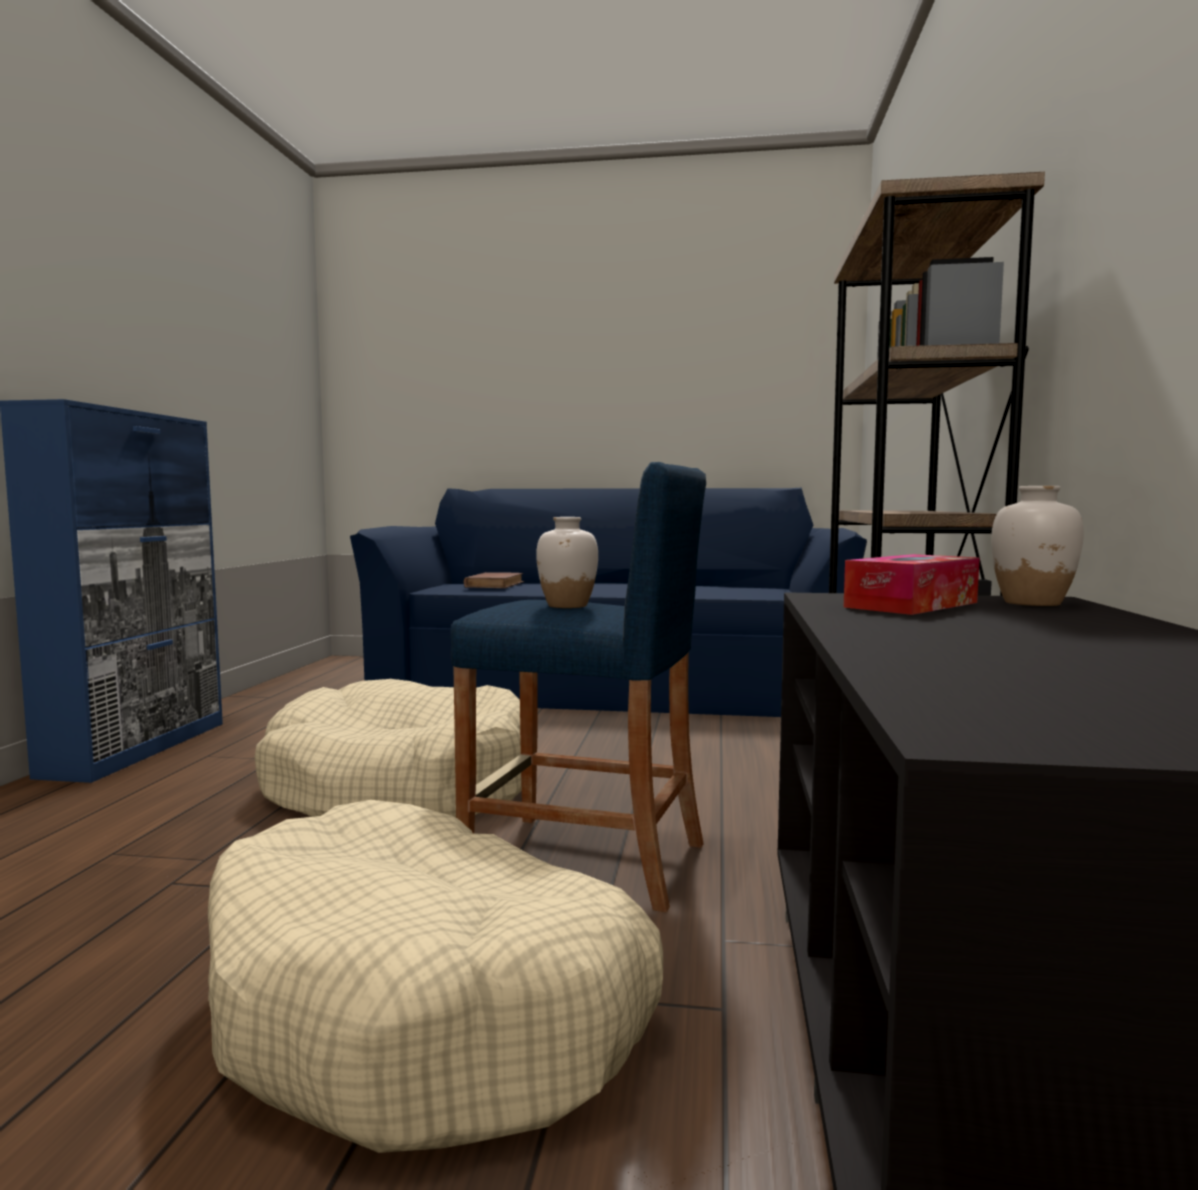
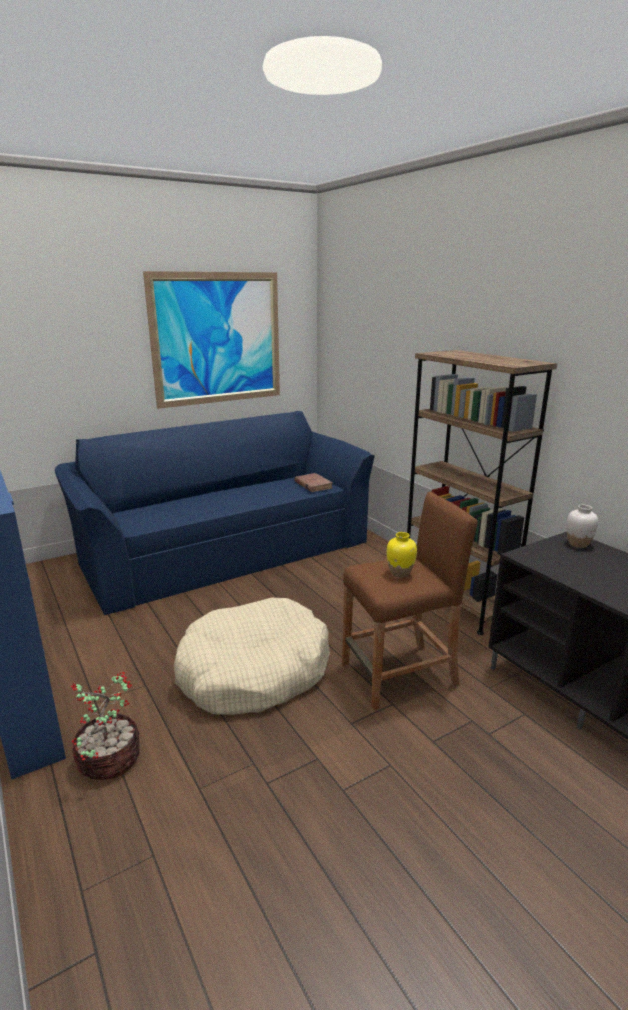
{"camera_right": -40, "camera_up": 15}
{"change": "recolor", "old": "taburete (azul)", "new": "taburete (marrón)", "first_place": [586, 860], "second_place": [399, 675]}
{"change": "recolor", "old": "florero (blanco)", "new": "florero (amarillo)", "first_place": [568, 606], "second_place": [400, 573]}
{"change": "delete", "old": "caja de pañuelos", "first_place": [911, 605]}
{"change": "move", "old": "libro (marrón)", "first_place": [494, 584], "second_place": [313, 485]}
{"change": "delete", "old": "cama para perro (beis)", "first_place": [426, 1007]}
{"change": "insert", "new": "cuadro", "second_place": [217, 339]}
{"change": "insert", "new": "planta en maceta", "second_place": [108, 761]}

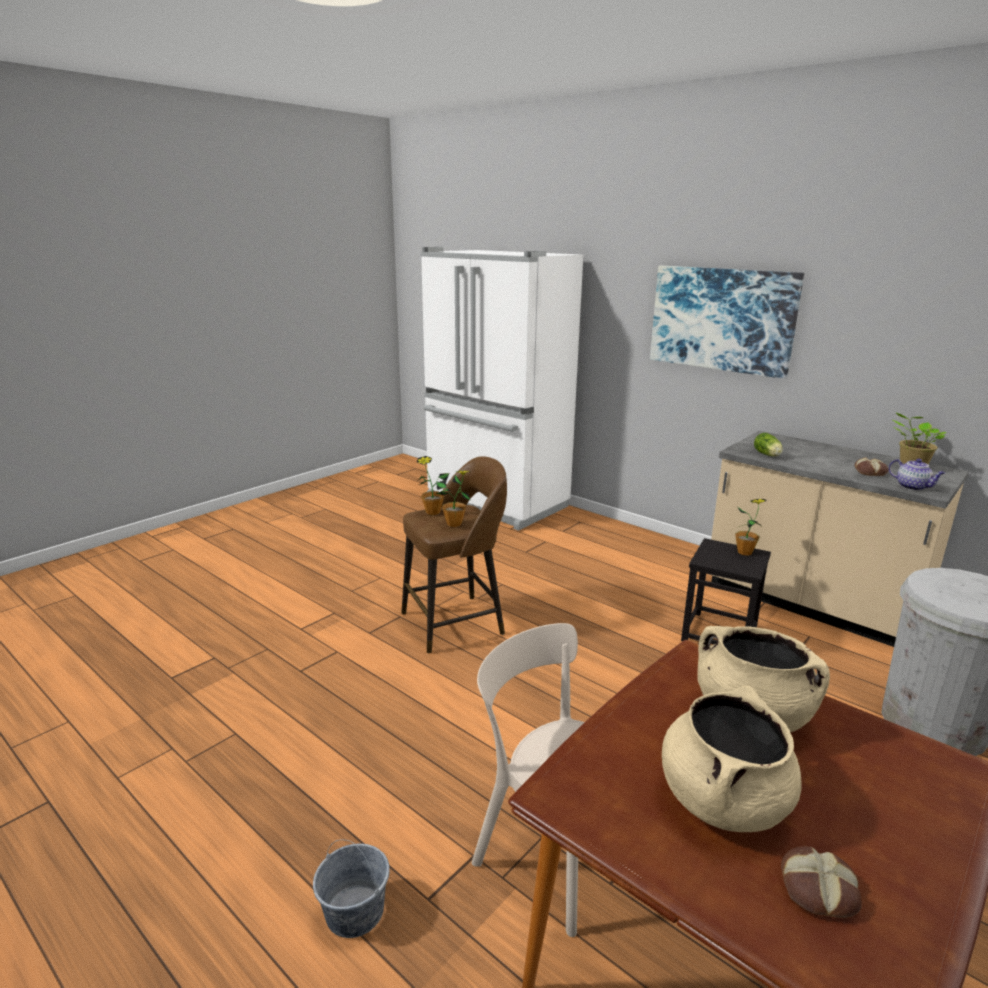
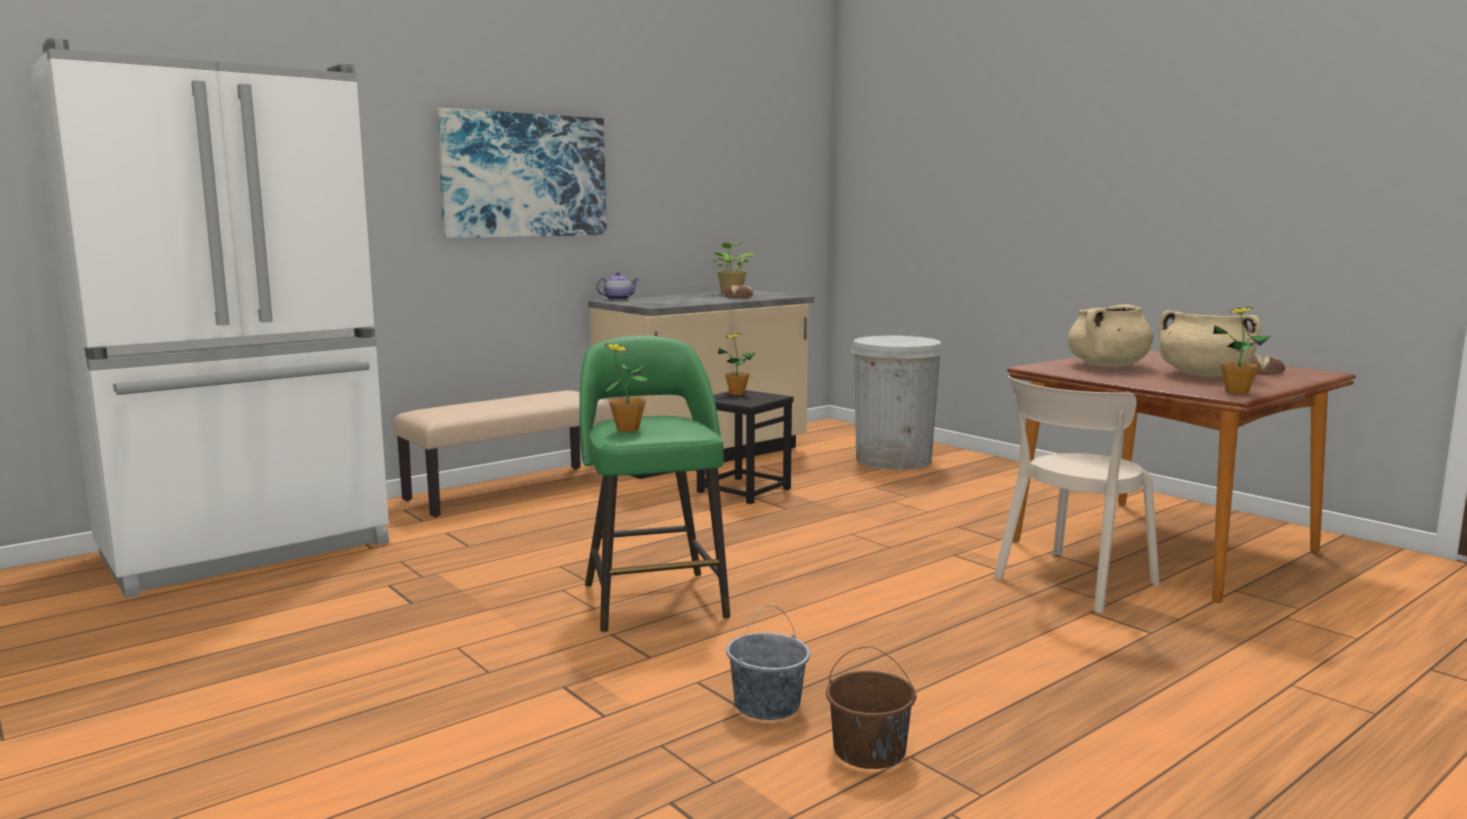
{"camera_right": -80, "camera_up": -10}
{"change": "delete", "old": "lechuga", "first_place": [768, 455]}
{"change": "recolor", "old": "taburete (marrón)", "new": "taburete (verde)", "first_place": [455, 623], "second_place": [654, 599]}
{"change": "move", "old": "tetera", "first_place": [913, 487], "second_place": [618, 299]}
{"change": "move", "old": "planta en maceta", "first_place": [454, 524], "second_place": [1237, 392]}
{"change": "move", "old": "cubo (gris)", "first_place": [354, 911], "second_place": [766, 705]}
{"change": "insert", "new": "banco (beis)", "second_place": [511, 490]}
{"change": "insert", "new": "cubo (marrón)", "second_place": [870, 751]}

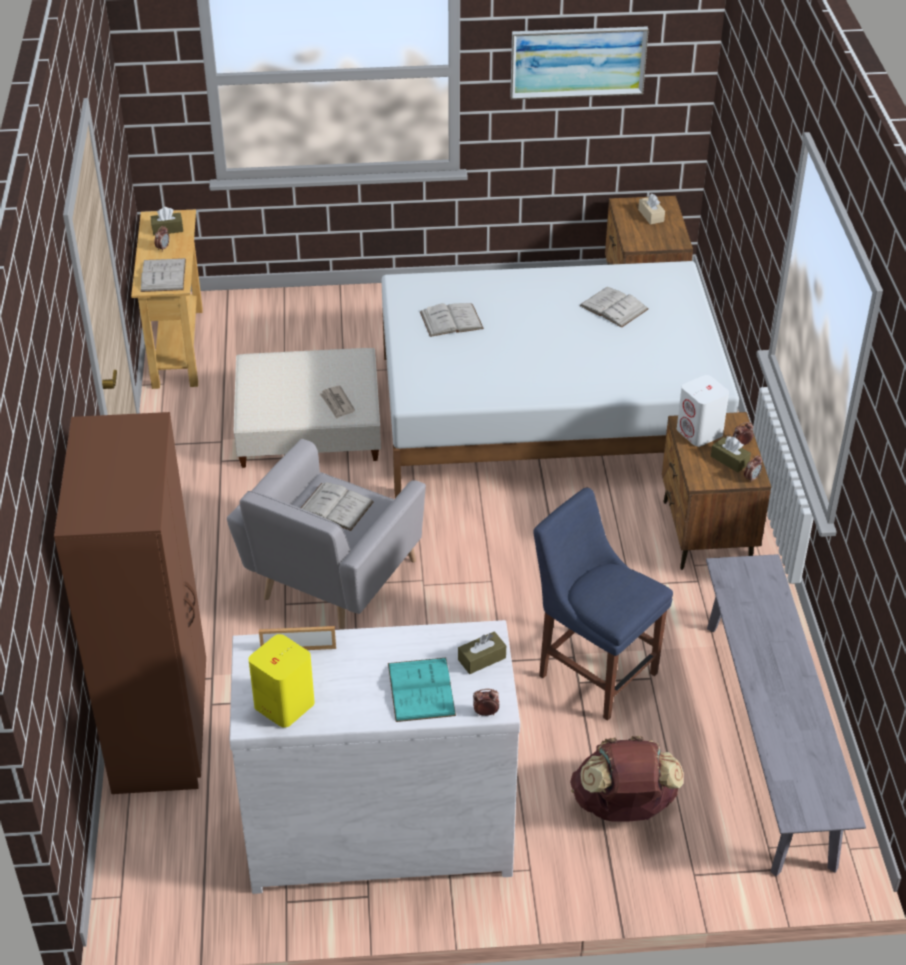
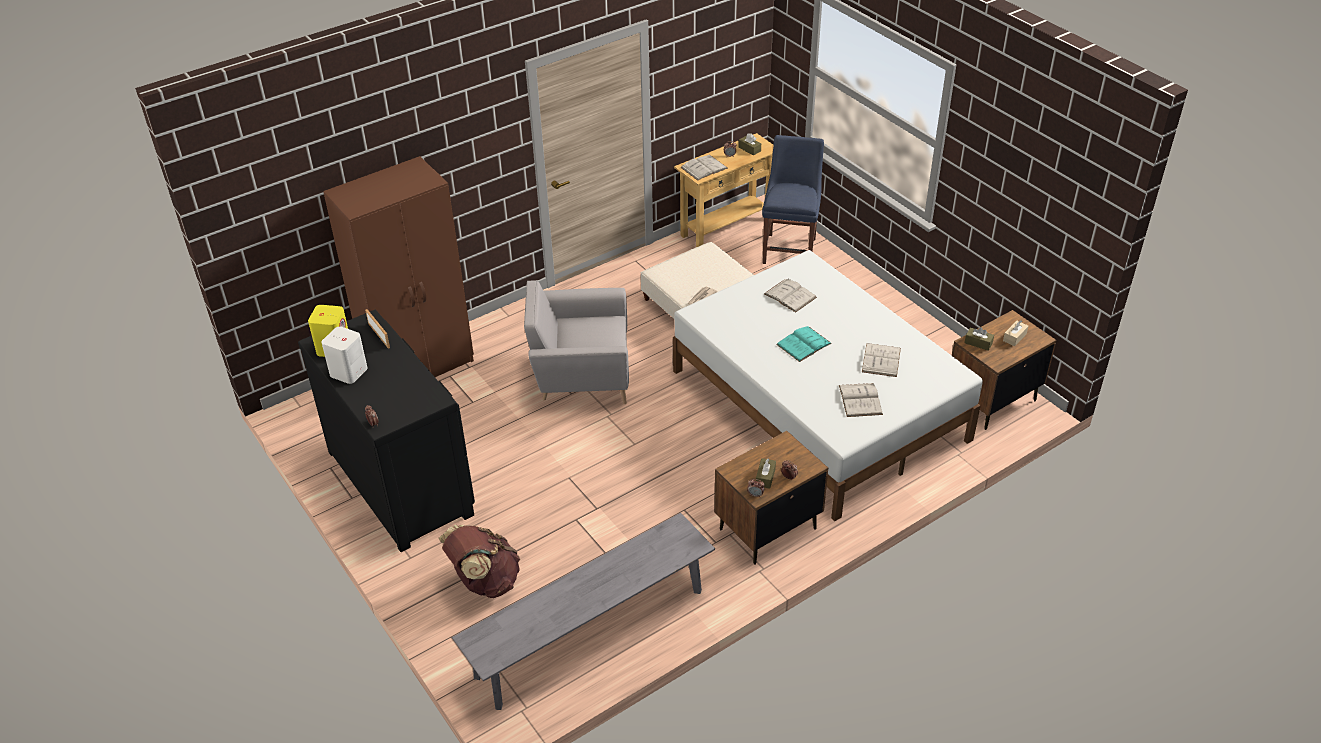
{"camera_right": 60, "camera_up": 0}
{"change": "delete", "old": "cuadro", "first_place": [578, 61]}
{"change": "move", "old": "altavoz (blanco)", "first_place": [700, 432], "second_place": [348, 372]}
{"change": "move", "old": "libro (blanco)", "first_place": [335, 507], "second_place": [860, 400]}
{"change": "move", "old": "silla (azul)", "first_place": [593, 671], "second_place": [790, 249]}
{"change": "recolor", "old": "cómoda (blanco)", "new": "cómoda (negro)", "first_place": [378, 828], "second_place": [402, 481]}
{"change": "move", "old": "caja de pañuelos (marrón)", "first_place": [482, 659], "second_place": [978, 343]}
{"change": "move", "old": "libro (turquesa)", "first_place": [421, 689], "second_place": [803, 344]}

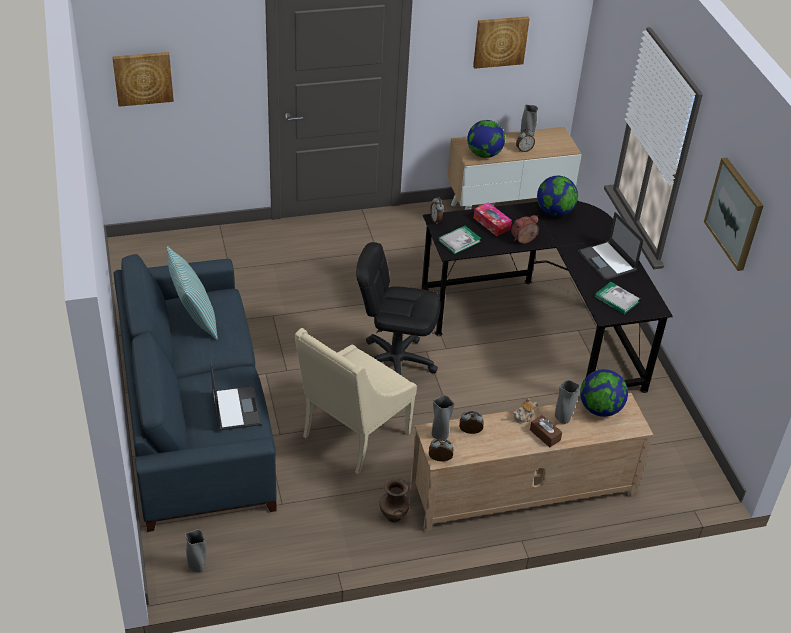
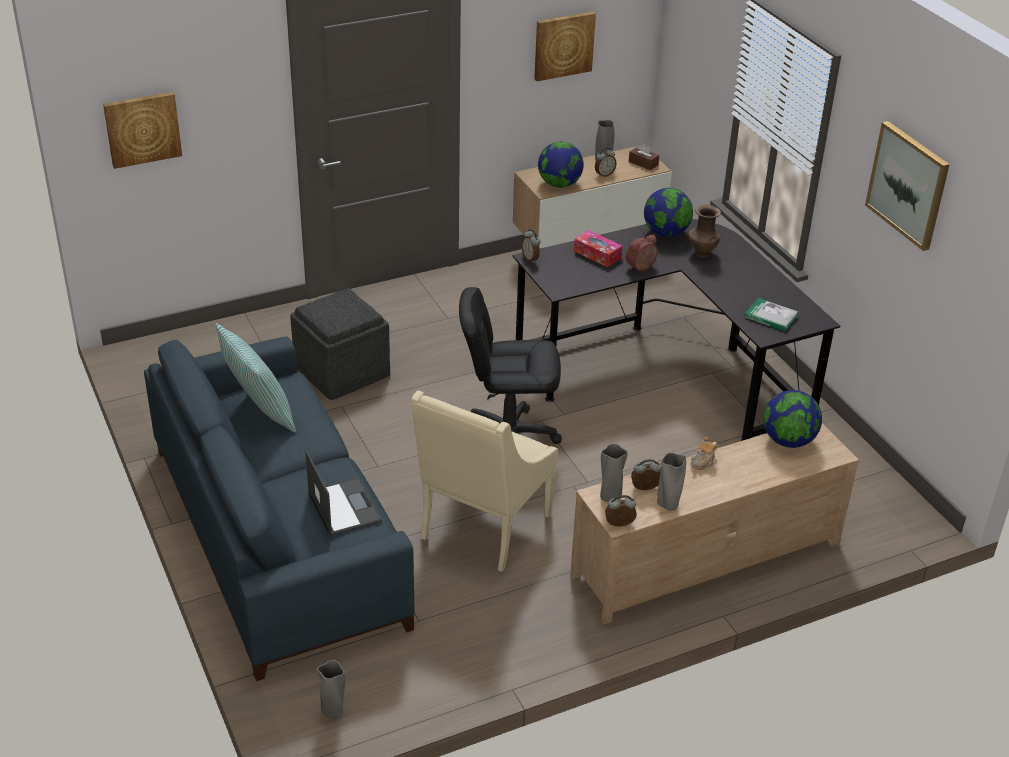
{"camera_right": -10, "camera_up": -5}
{"change": "delete", "old": "portátil", "first_place": [607, 261]}
{"change": "delete", "old": "libro", "first_place": [459, 241]}
{"change": "move", "old": "florero (gris)", "first_place": [562, 419], "second_place": [668, 505]}
{"change": "move", "old": "caja de pañuelos (marrón)", "first_place": [545, 435], "second_place": [643, 163]}
{"change": "move", "old": "florero (marrón)", "first_place": [393, 516], "second_place": [701, 253]}
{"change": "insert", "new": "puf (gris)", "second_place": [341, 371]}

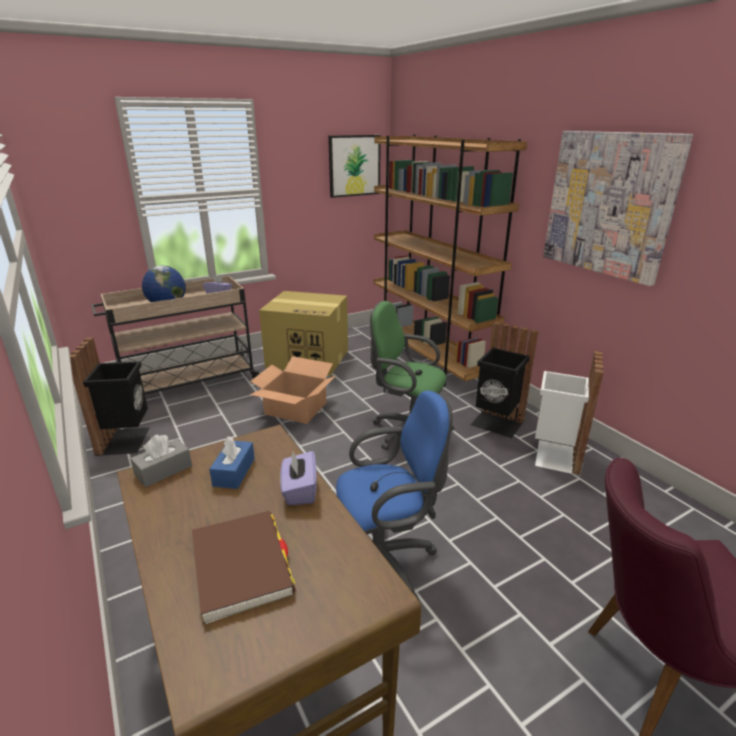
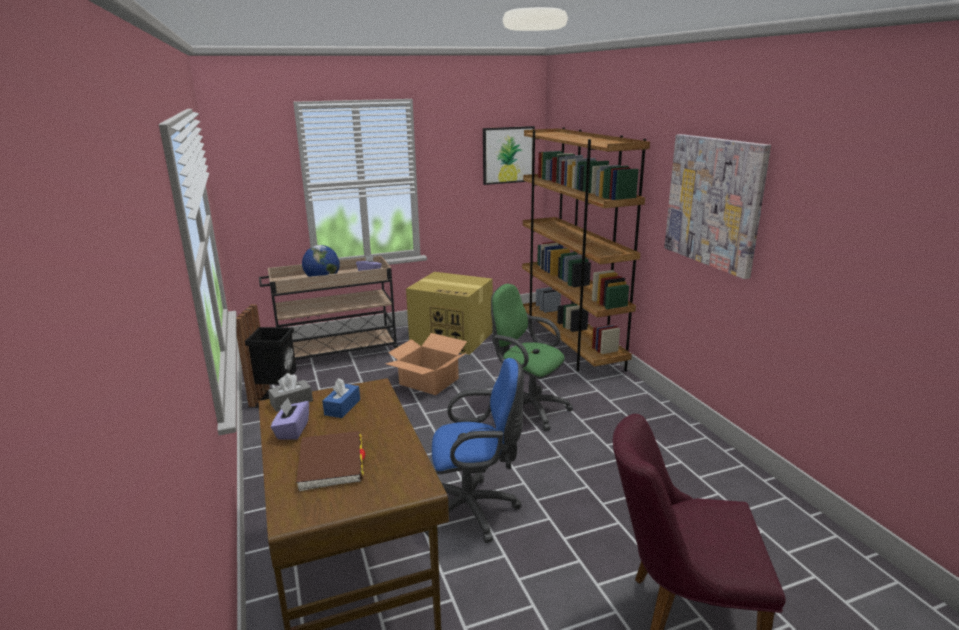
{"camera_right": 10, "camera_up": -5}
{"change": "delete", "old": "papelera (negro)", "first_place": [496, 424]}
{"change": "delete", "old": "papelera (blanco)", "first_place": [555, 456]}
{"change": "move", "old": "caja de pañuelos (morado)", "first_place": [299, 491], "second_place": [292, 430]}

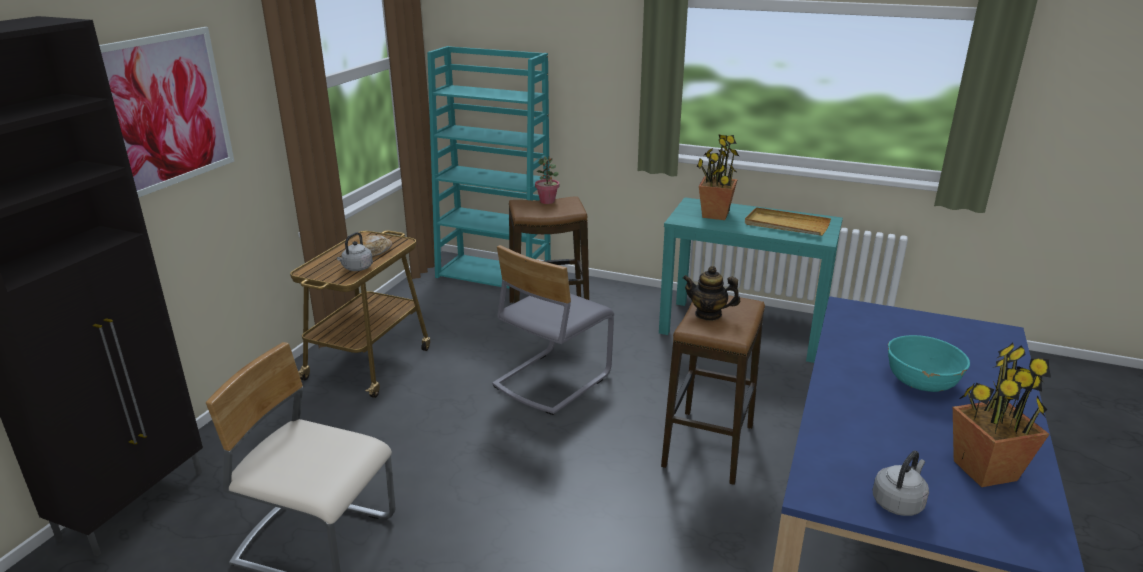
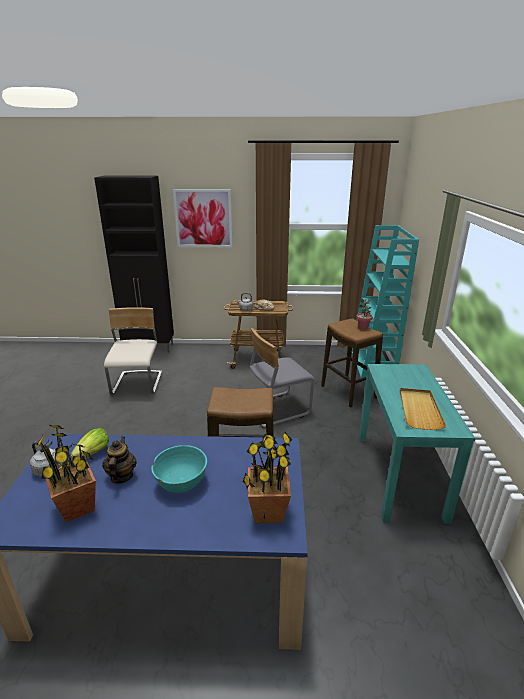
{"camera_right": 70, "camera_up": 0}
{"change": "move", "old": "planta en maceta", "first_place": [715, 215], "second_place": [267, 512]}
{"change": "rotate", "old": "silla (gris)", "first_place": [551, 380], "second_place": [276, 409], "degrees": -45}
{"change": "move", "old": "tetera", "first_place": [708, 314], "second_place": [121, 476]}
{"change": "insert", "new": "lechuga", "second_place": [93, 453]}

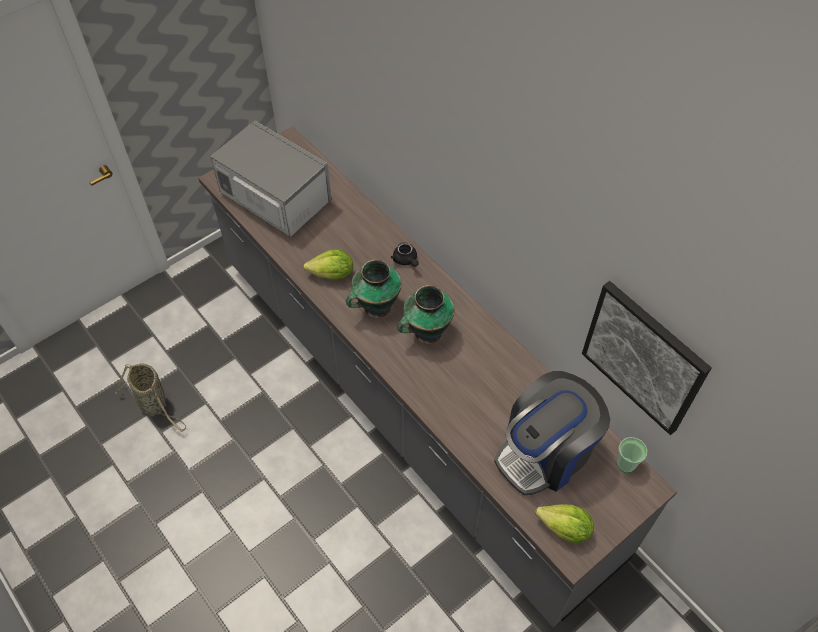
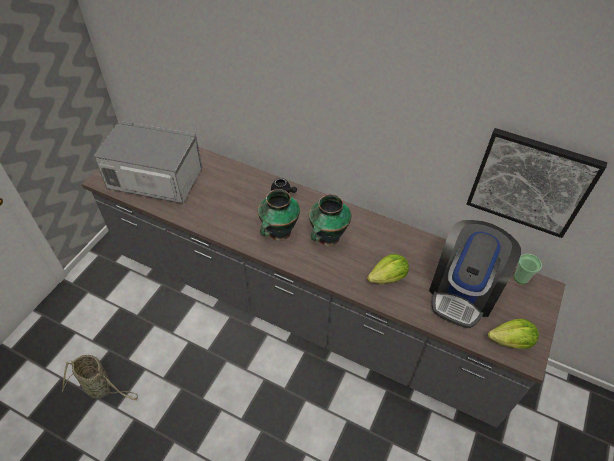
{"camera_right": -25, "camera_up": -5}
{"change": "move", "old": "lechuga", "first_place": [332, 274], "second_place": [388, 278]}

